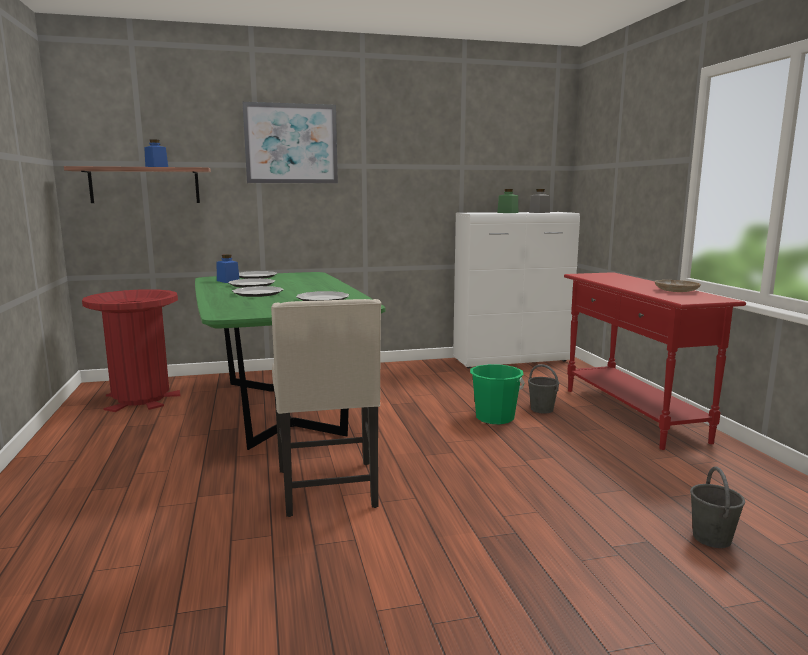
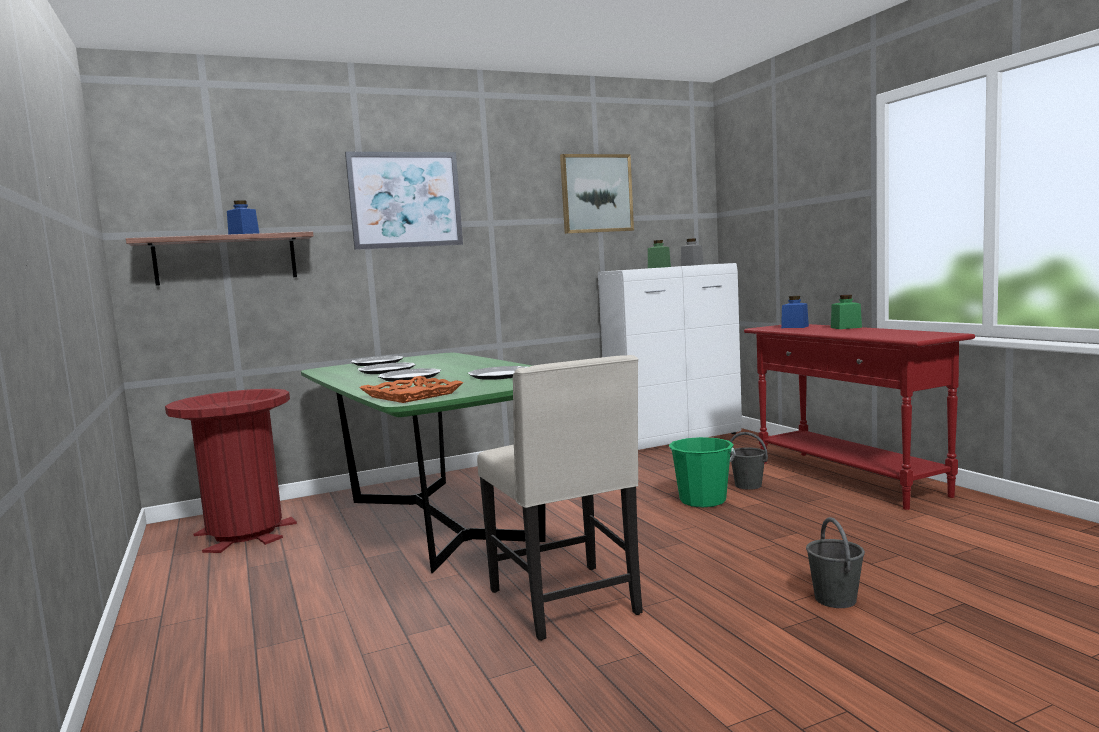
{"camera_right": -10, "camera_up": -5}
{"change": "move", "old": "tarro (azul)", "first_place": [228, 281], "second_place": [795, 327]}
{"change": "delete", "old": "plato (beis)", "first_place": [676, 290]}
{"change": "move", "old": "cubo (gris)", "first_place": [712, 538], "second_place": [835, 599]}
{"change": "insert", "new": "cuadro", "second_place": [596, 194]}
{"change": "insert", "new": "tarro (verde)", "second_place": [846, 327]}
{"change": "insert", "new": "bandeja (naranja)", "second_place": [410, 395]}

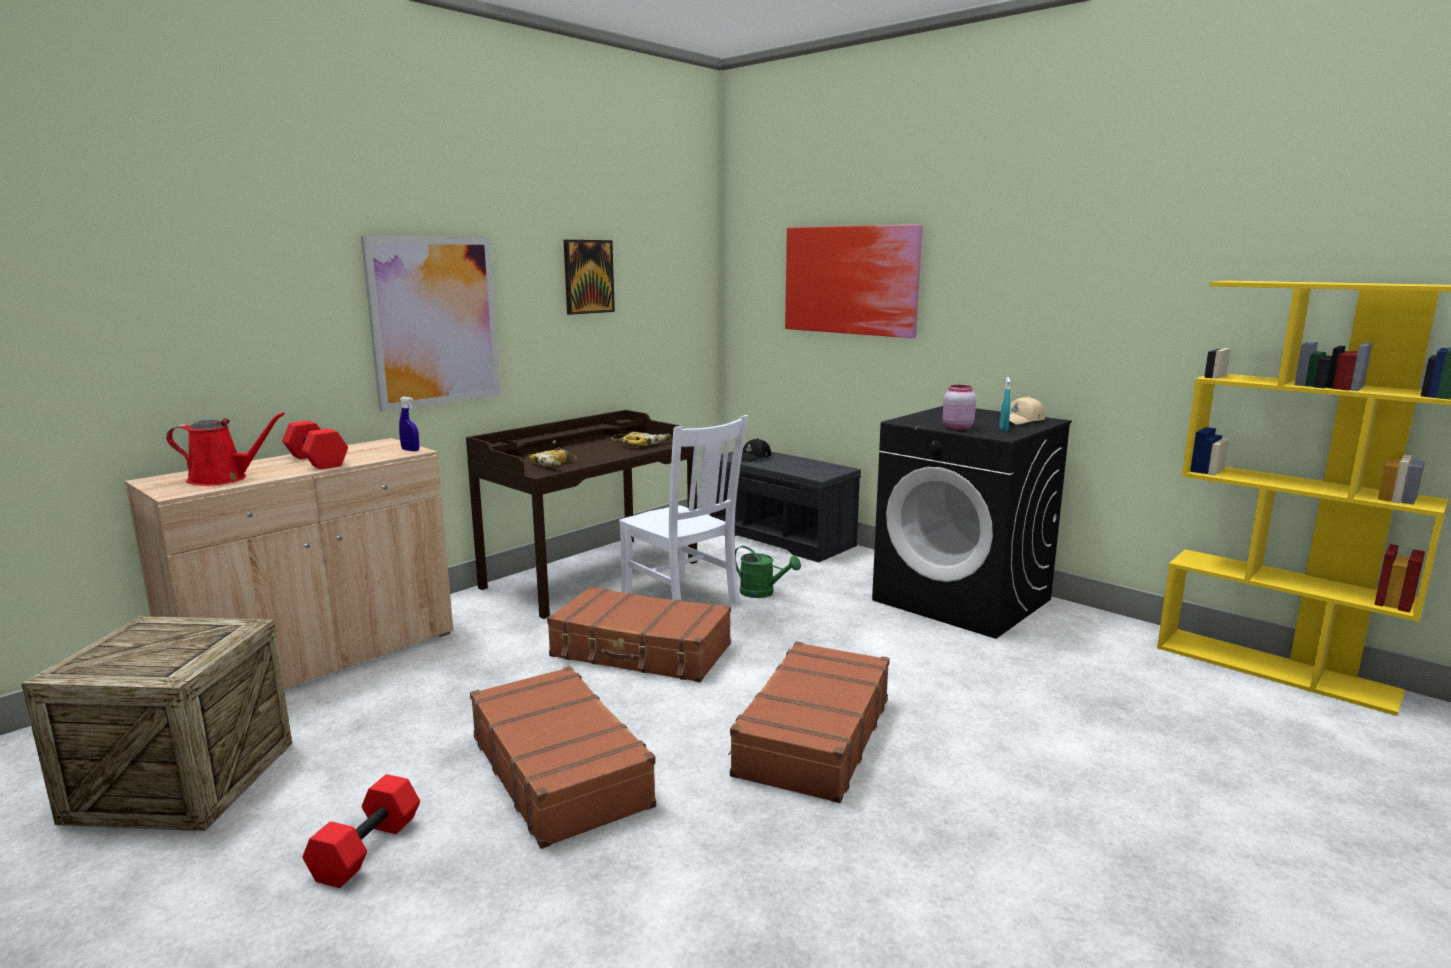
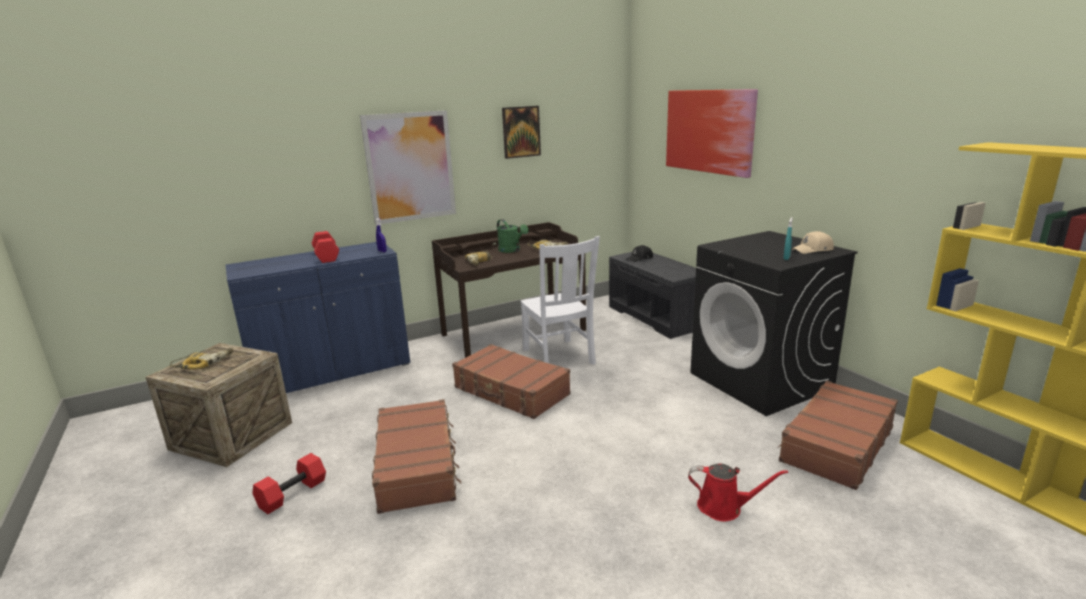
{"camera_right": 20, "camera_up": 5}
{"change": "delete", "old": "tarro (rosa)", "first_place": [956, 427]}
{"change": "move", "old": "regadera (rojo)", "first_place": [223, 479], "second_place": [724, 507]}
{"change": "recolor", "old": "armario (beis)", "new": "armario (azul)", "first_place": [318, 659], "second_place": [332, 372]}
{"change": "move", "old": "regadera (verde)", "first_place": [762, 593], "second_place": [511, 250]}
{"change": "move", "old": "maleta (marrón)", "first_place": [812, 736], "second_place": [836, 444]}
{"change": "insert", "new": "taladro", "second_place": [205, 363]}

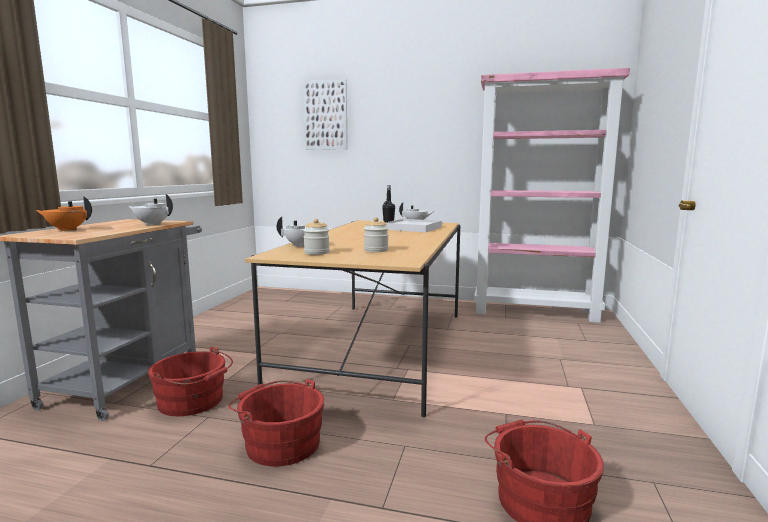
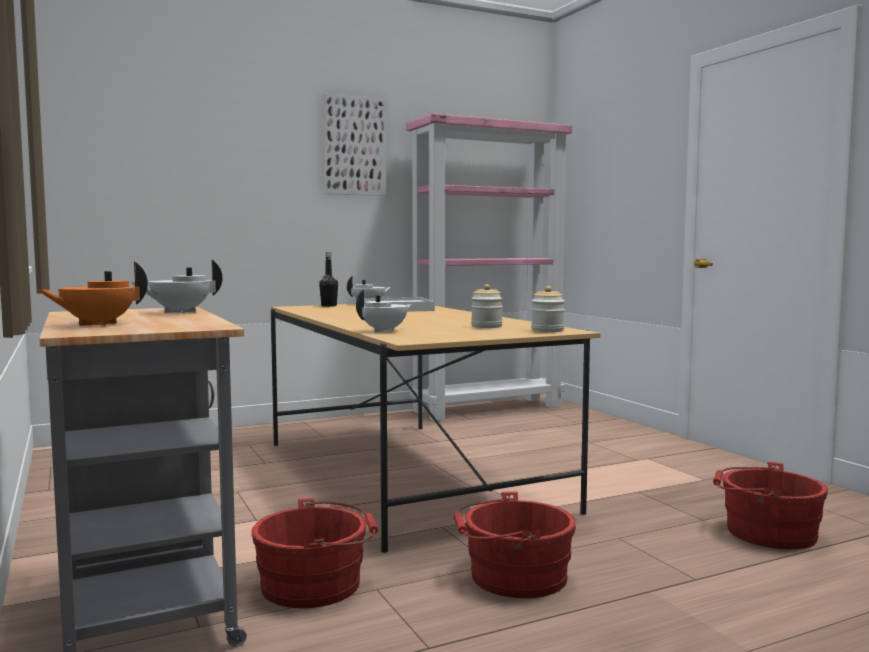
{"camera_right": -40, "camera_up": -5}
{"change": "move", "old": "cuadro", "first_place": [326, 115], "second_place": [354, 146]}
{"change": "move", "old": "tarro", "first_place": [316, 253], "second_place": [547, 330]}

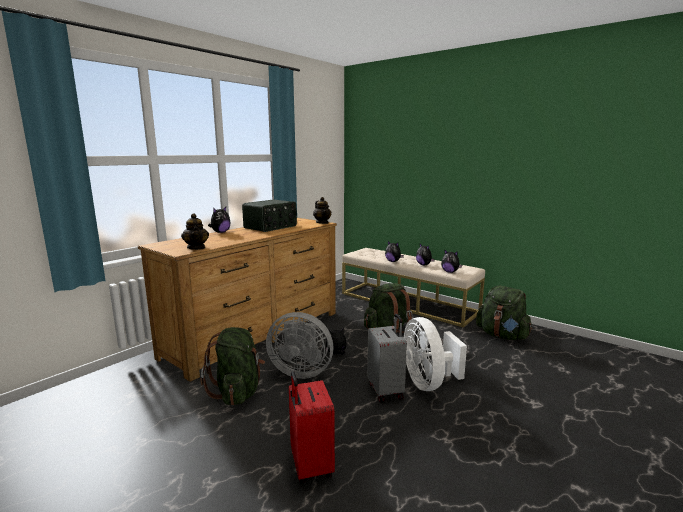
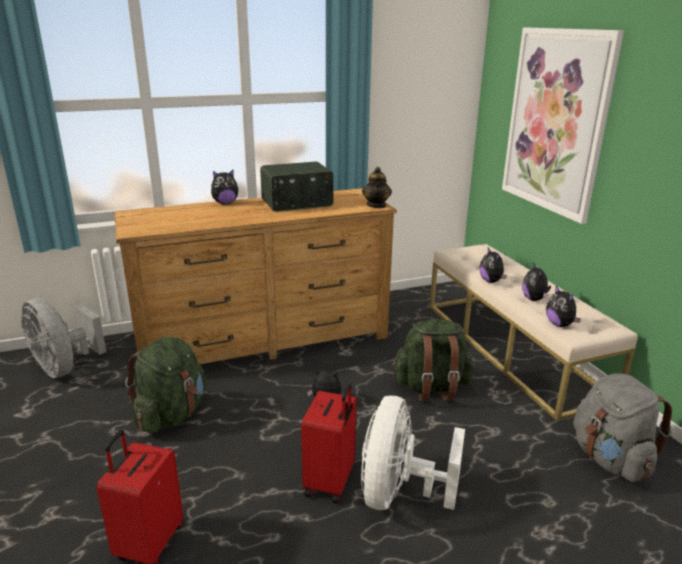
{"camera_right": 30, "camera_up": 10}
{"change": "delete", "old": "tetera", "first_place": [196, 248]}
{"change": "recolor", "old": "mochila (verde)", "new": "mochila (gris)", "first_place": [502, 335], "second_place": [610, 459]}
{"change": "move", "old": "ventilador (gris)", "first_place": [300, 371], "second_place": [64, 367]}
{"change": "recolor", "old": "maleta (gris)", "new": "maleta (rojo)", "first_place": [386, 391], "second_place": [331, 482]}
{"change": "insert", "new": "cuadro", "second_place": [556, 122]}

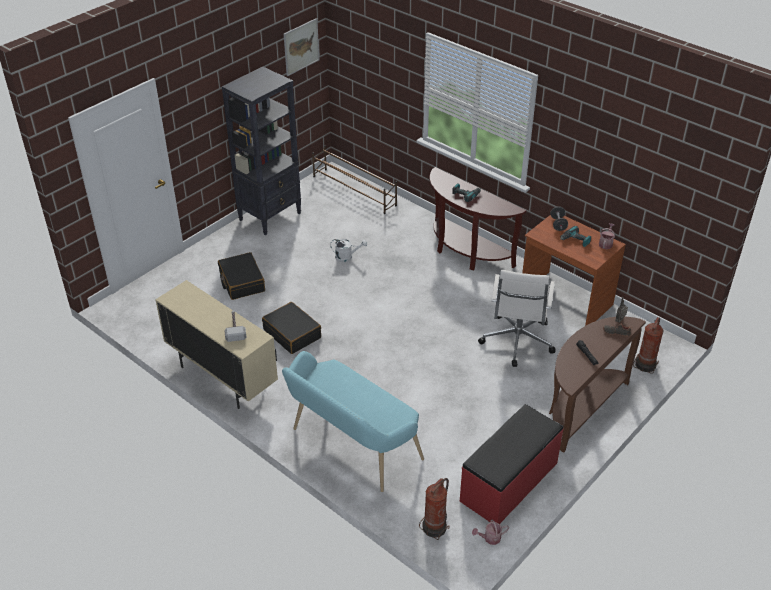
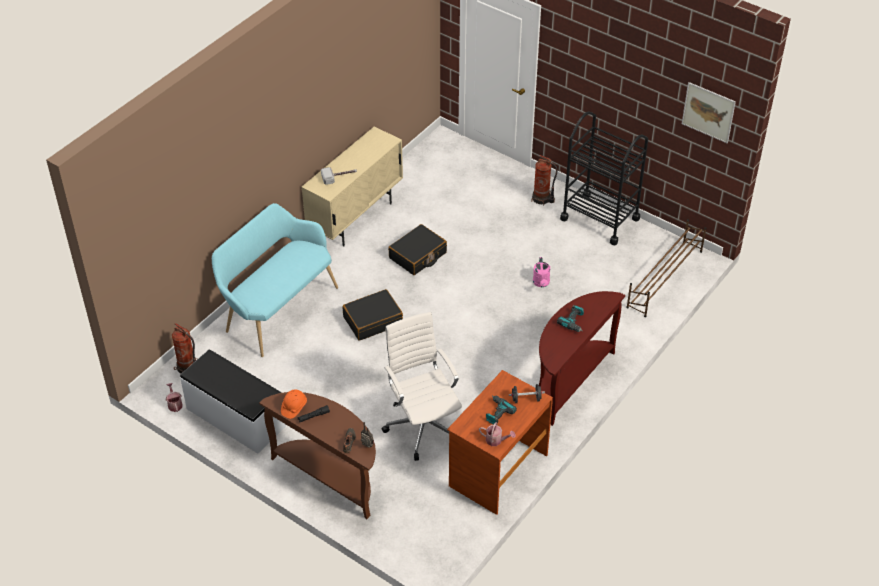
{"camera_right": 85, "camera_up": 5}
{"change": "replace", "old": "estantería (negro)", "new": "carrito (negro)", "first_place": [270, 216], "second_place": [600, 218]}
{"change": "recolor", "old": "regadera (blanco)", "new": "regadera (rosa)", "first_place": [347, 257], "second_place": [541, 283]}
{"change": "move", "old": "maleta (negro)", "first_place": [241, 282], "second_place": [372, 320]}
{"change": "rotate", "old": "silla de oficina (blanco)", "first_place": [516, 342], "second_place": [423, 425], "degrees": 60}
{"change": "move", "old": "extintor", "first_place": [646, 364], "second_place": [542, 199]}
{"change": "recolor", "old": "banco (rojo)", "new": "banco (blanco)", "first_place": [509, 482], "second_place": [235, 418]}
{"change": "insert", "new": "casco (naranja)", "second_place": [294, 407]}

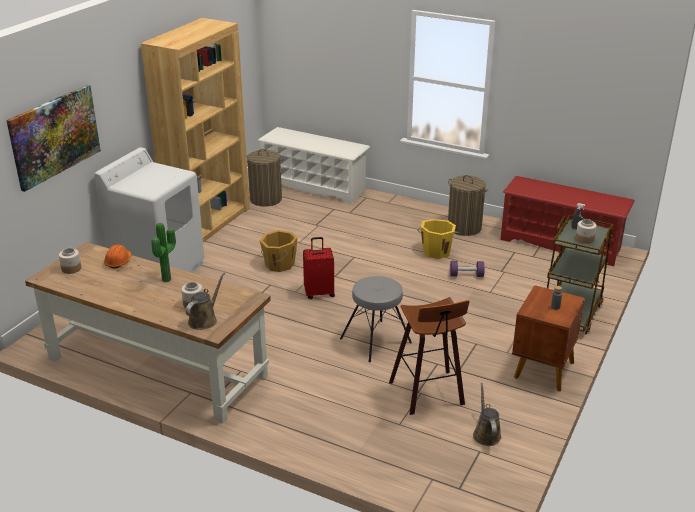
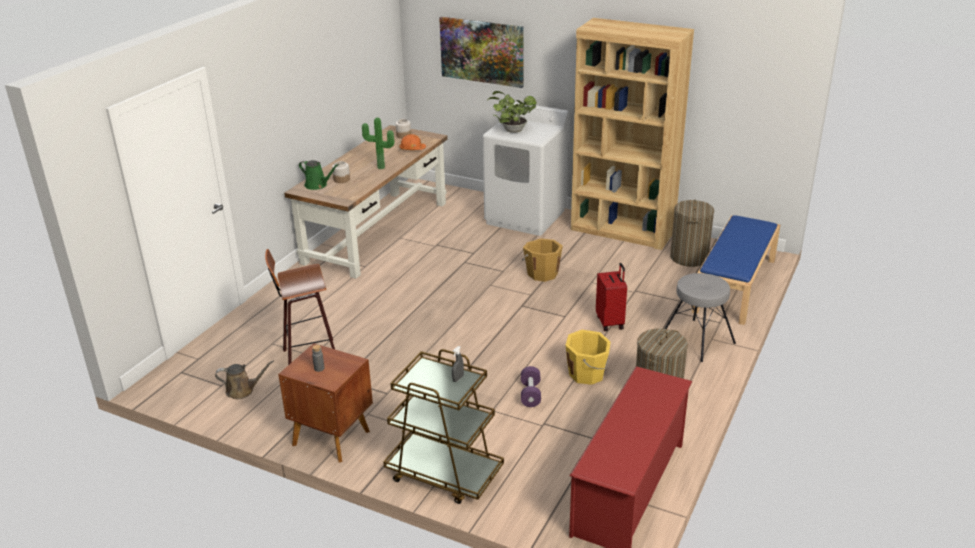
{"camera_right": 90, "camera_up": 0}
{"change": "replace", "old": "zapatero (blanco)", "new": "banco (azul)", "first_place": [314, 187], "second_place": [735, 286]}
{"change": "delete", "old": "tarro", "first_place": [584, 239]}
{"change": "move", "old": "maleta (rojo)", "first_place": [319, 293], "second_place": [610, 322]}
{"change": "recolor", "old": "regadera (marrón)", "new": "regadera (verde)", "first_place": [204, 320], "second_place": [317, 185]}
{"change": "move", "old": "taburete (gris)", "first_place": [376, 341], "second_place": [697, 340]}
{"change": "insert", "new": "planta en maceta", "second_place": [511, 130]}

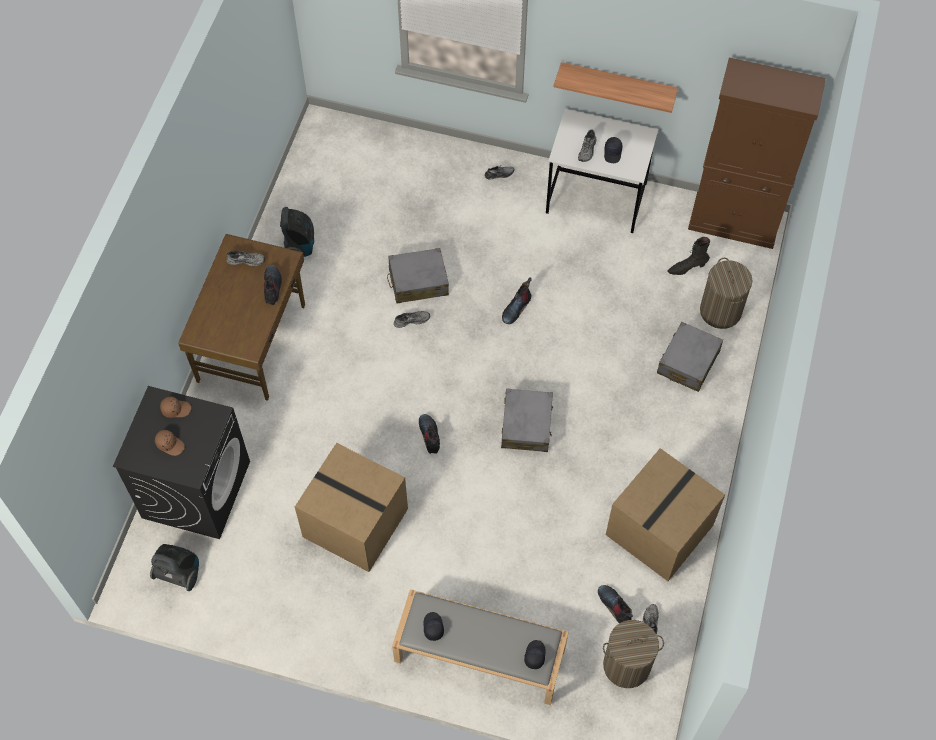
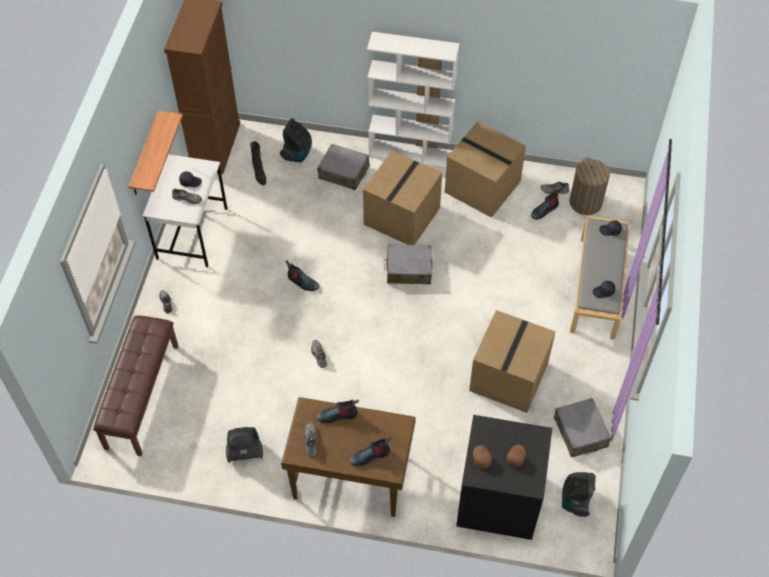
{"camera_right": -95, "camera_up": -5}
{"change": "move", "old": "maleta (gris)", "first_place": [418, 281], "second_place": [580, 432]}
{"change": "replace", "old": "cesto de la ropa", "new": "aspiradora", "first_place": [720, 311], "second_place": [297, 154]}
{"change": "move", "old": "bota", "first_place": [430, 436], "second_place": [370, 455]}
{"change": "insert", "new": "estantería (blanco)", "second_place": [410, 153]}
{"change": "insert", "new": "caja de cartón", "second_place": [401, 215]}
{"change": "insert", "new": "banco (marrón)", "second_place": [141, 396]}

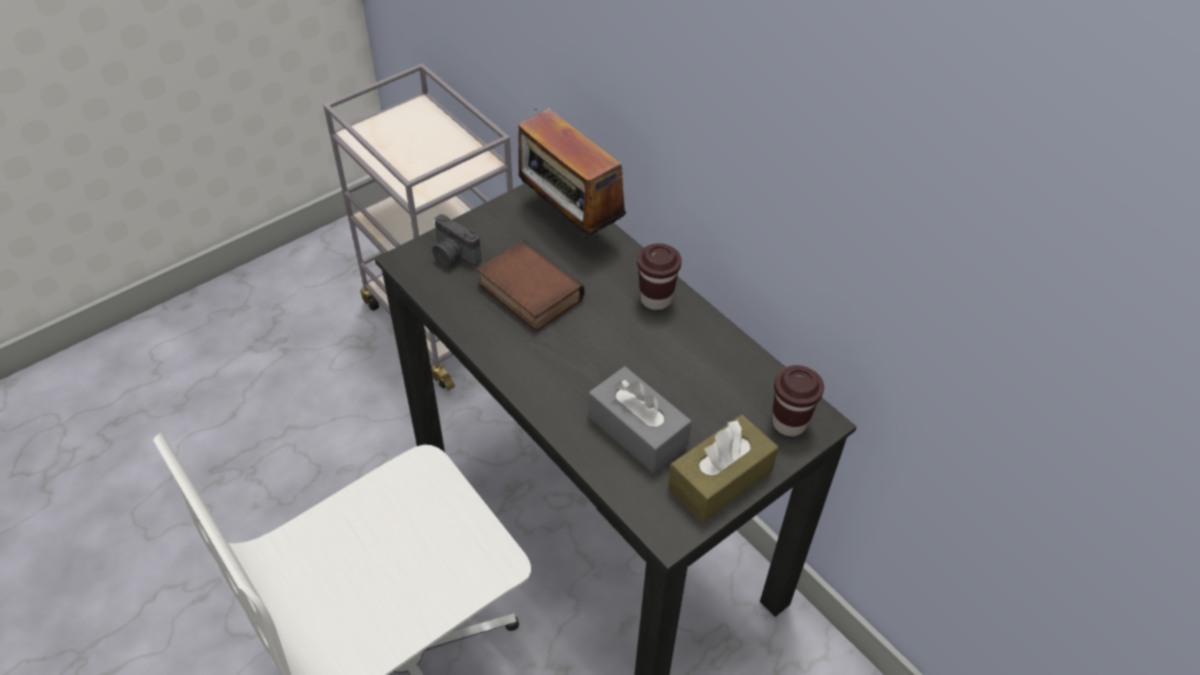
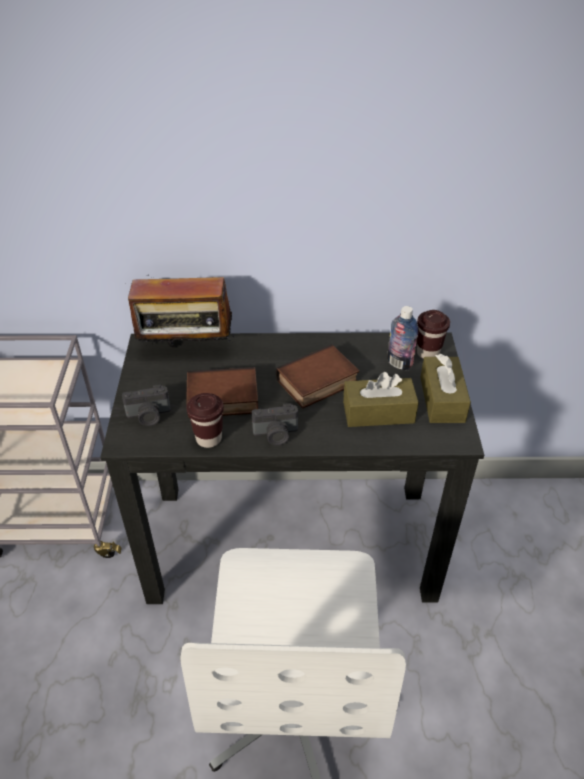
{"camera_right": -50, "camera_up": -5}
{"change": "move", "old": "taza (marrón)", "first_place": [655, 299], "second_place": [208, 438]}
{"change": "recolor", "old": "caja de pañuelos (gris)", "new": "caja de pañuelos (marrón)", "first_place": [637, 431], "second_place": [378, 412]}
{"change": "insert", "new": "botella", "second_place": [399, 363]}
{"change": "insert", "new": "libro", "second_place": [317, 383]}
{"change": "insert", "new": "cámara", "second_place": [276, 435]}

